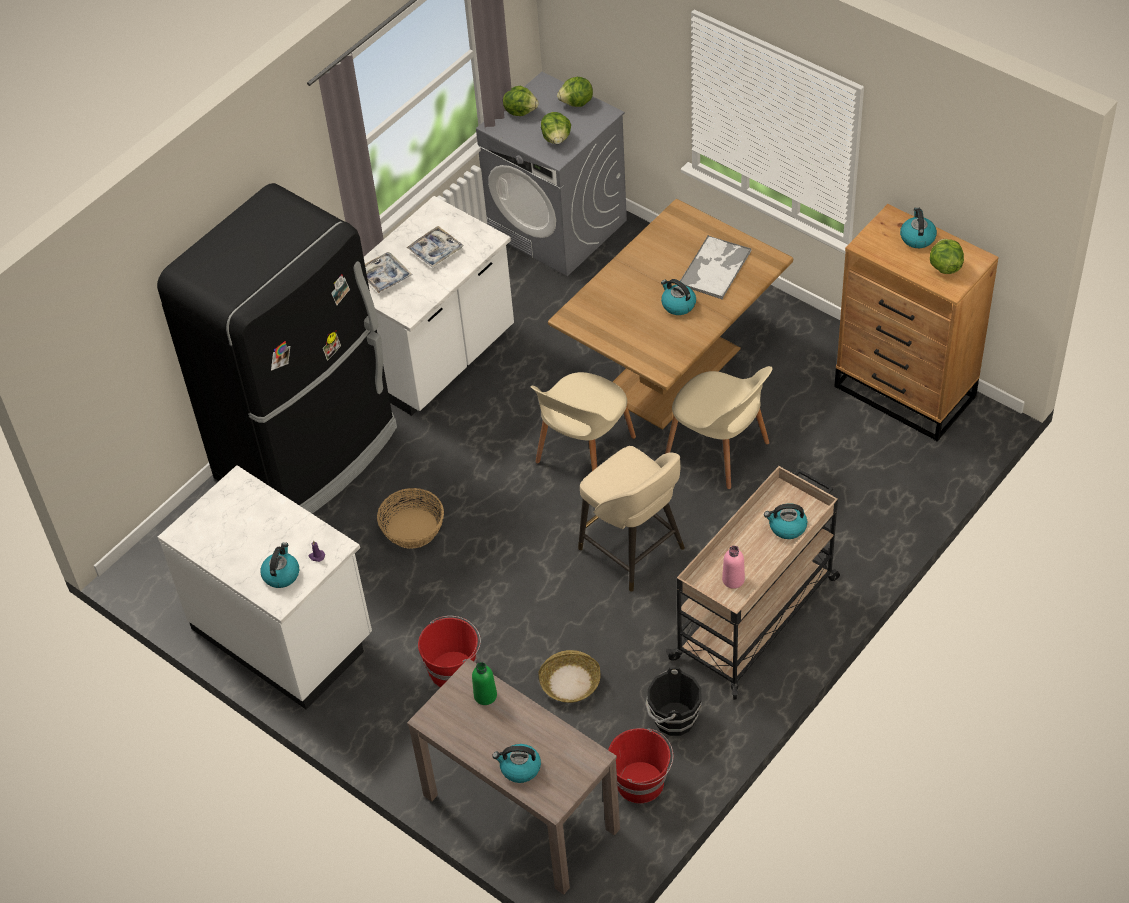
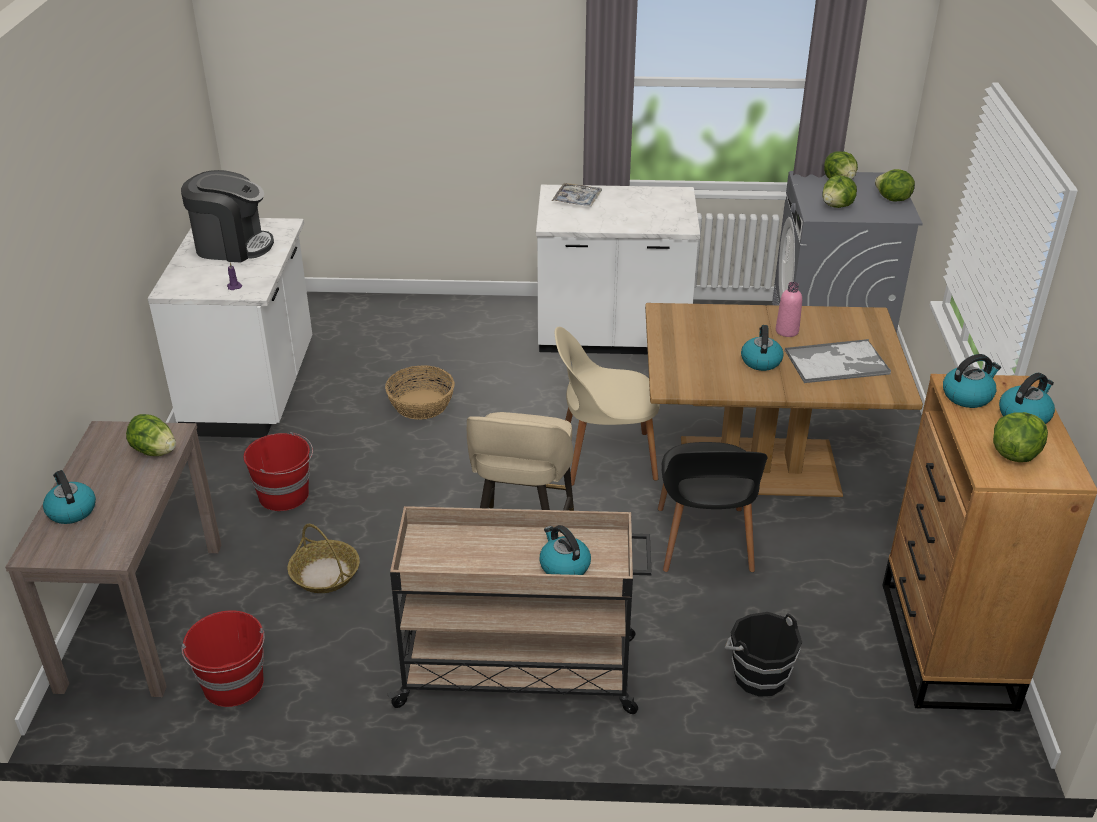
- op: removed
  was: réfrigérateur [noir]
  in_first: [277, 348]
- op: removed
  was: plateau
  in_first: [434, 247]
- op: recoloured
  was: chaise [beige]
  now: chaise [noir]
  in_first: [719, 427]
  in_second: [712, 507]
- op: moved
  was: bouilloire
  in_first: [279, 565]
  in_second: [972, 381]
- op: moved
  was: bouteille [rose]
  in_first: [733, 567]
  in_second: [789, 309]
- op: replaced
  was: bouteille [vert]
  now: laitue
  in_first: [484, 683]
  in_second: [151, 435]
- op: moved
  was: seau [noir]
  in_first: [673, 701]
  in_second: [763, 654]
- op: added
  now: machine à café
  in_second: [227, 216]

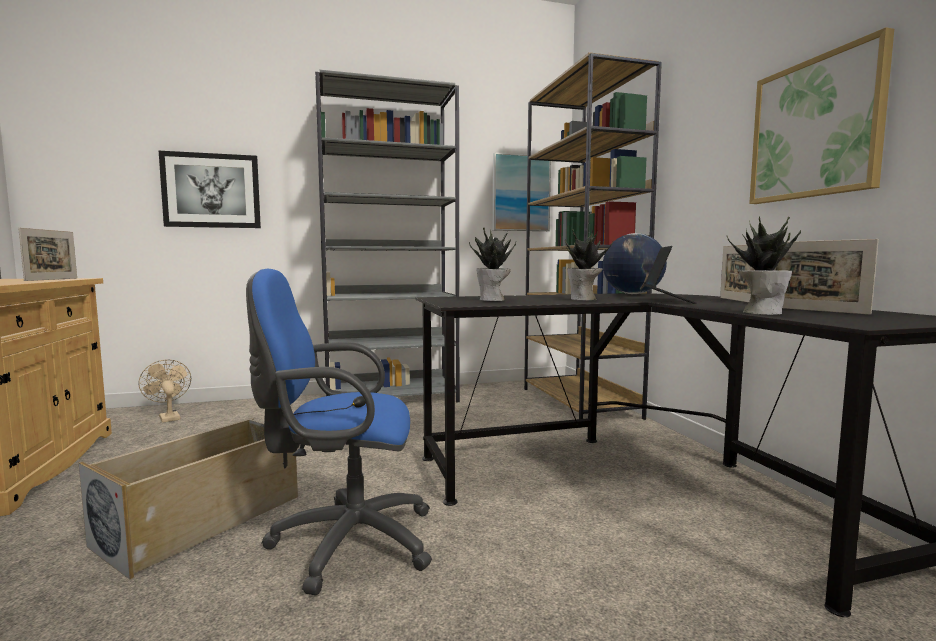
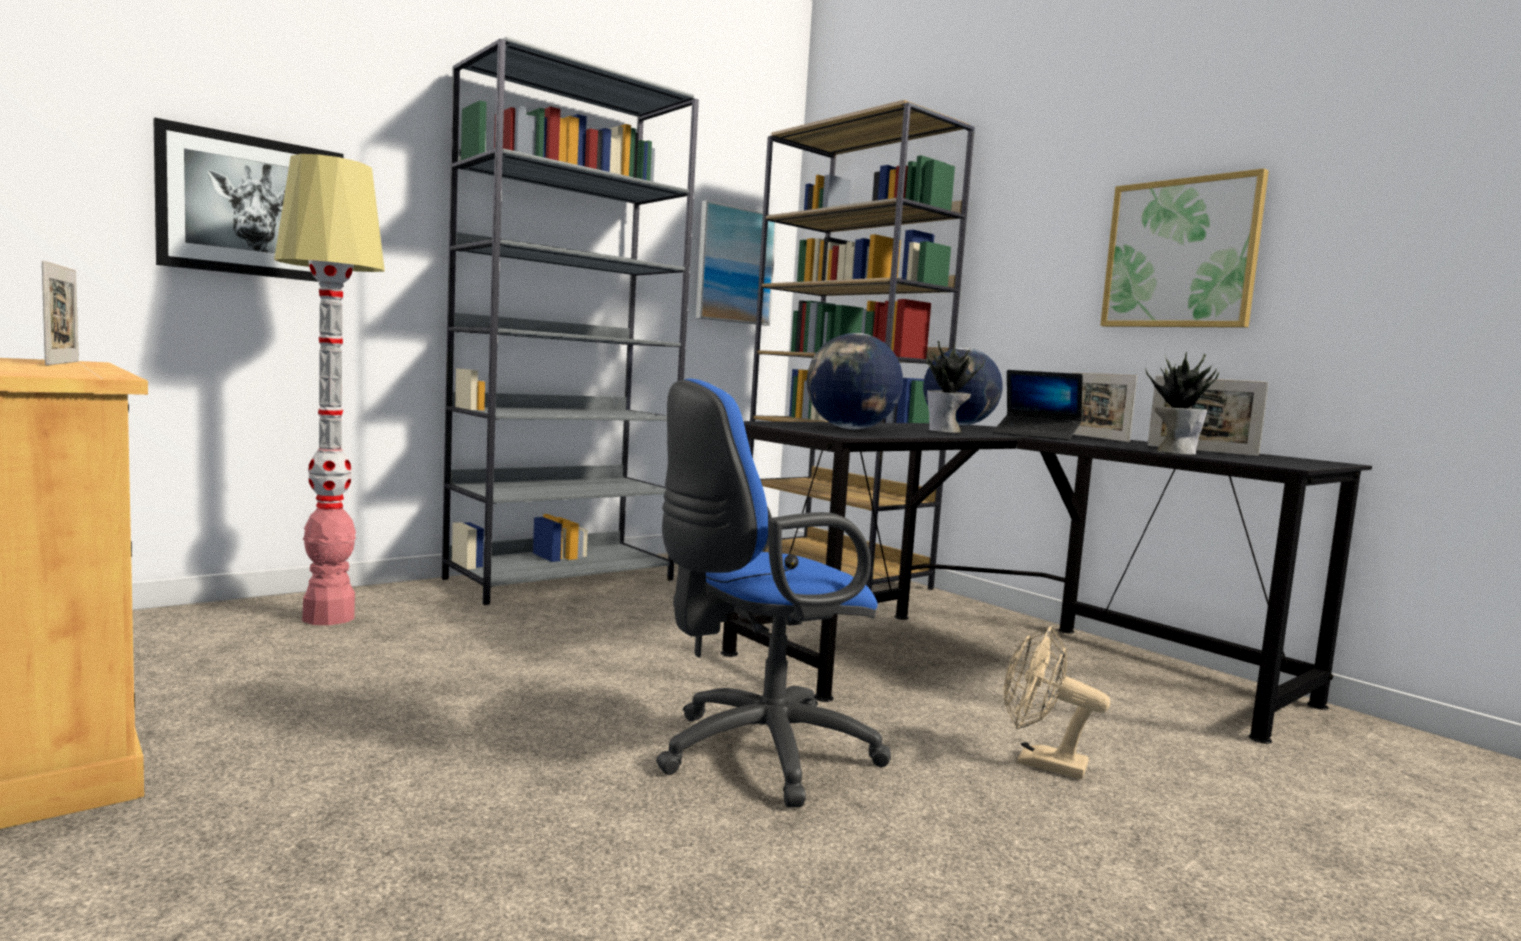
- op: replaced
  was: plante en pot
  now: globe
  in_first: [492, 264]
  in_second: [855, 381]
- op: turned
  was: ordinateur portable
  in_first: [670, 275]
  in_second: [1038, 405]
  clockwise: 135
- op: moved
  was: ventilateur [beige]
  in_first: [164, 391]
  in_second: [1057, 702]
- op: removed
  was: boîte de rangement [beige]
  in_first: [188, 498]
- op: added
  now: lampadaire
  in_second: [329, 389]

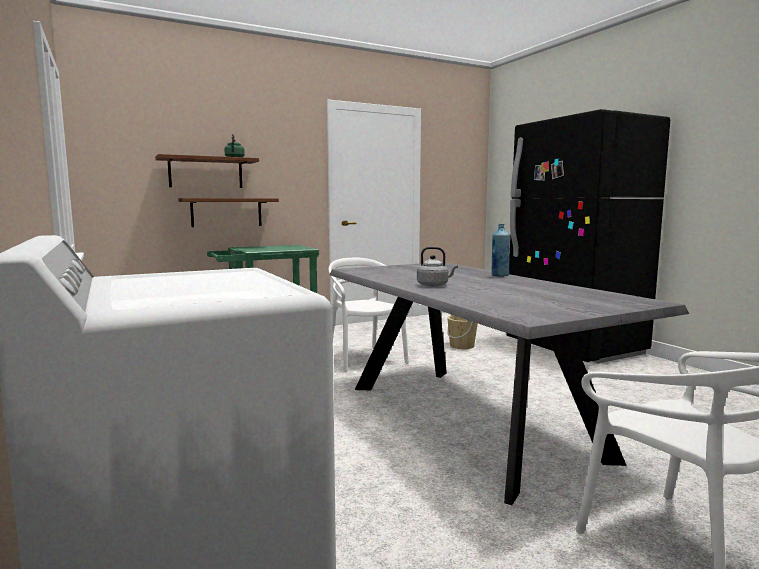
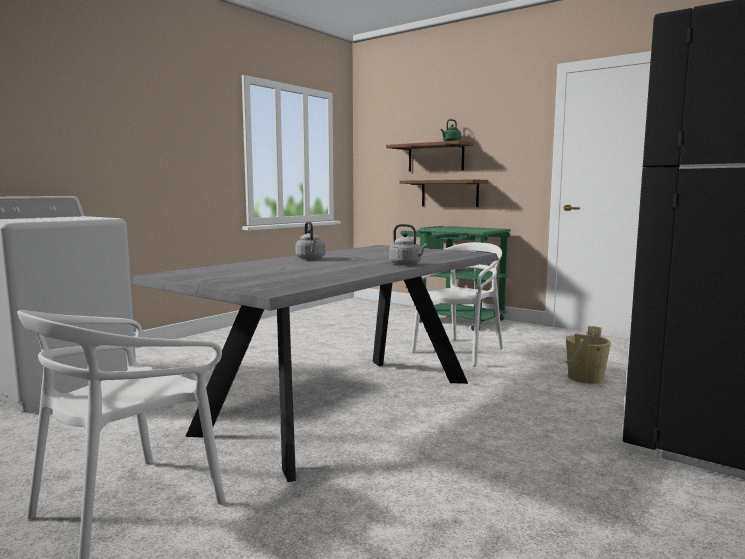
- op: replaced
  was: bouteille [bleu]
  now: bouilloire [gris]
  in_first: [501, 250]
  in_second: [408, 244]

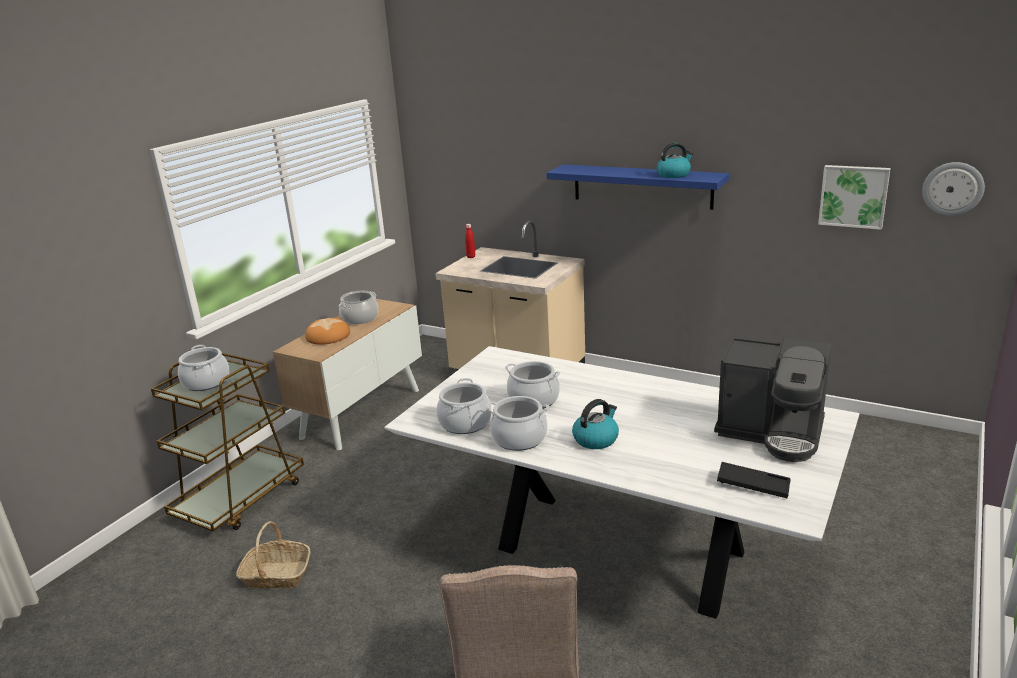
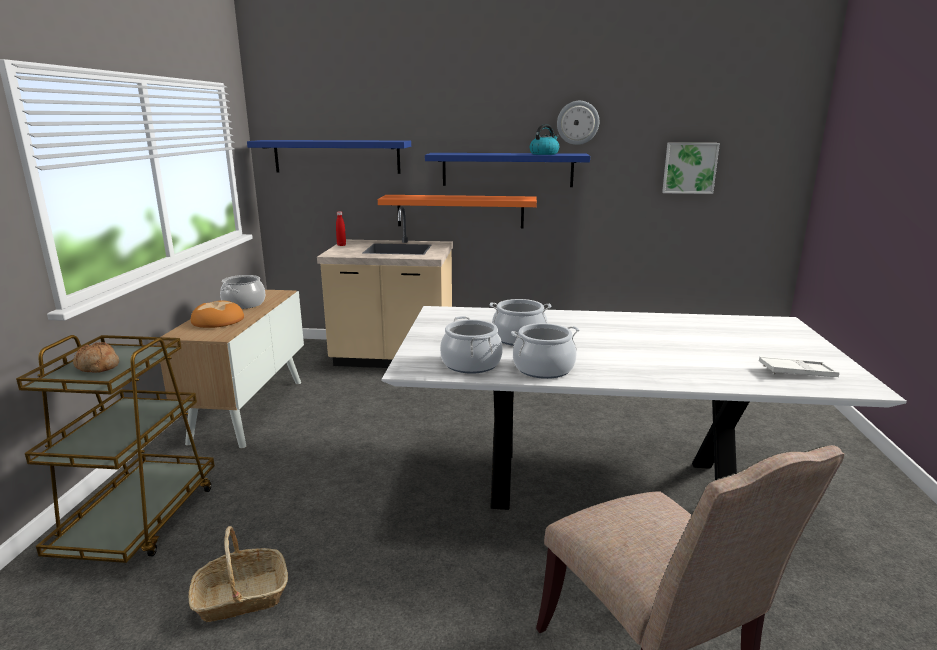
- op: moved
  was: horloge murale
  in_first: [953, 189]
  in_second: [578, 123]
- op: removed
  was: machine à café
  in_first: [773, 399]
- op: replaced
  was: marmite
  now: pain
  in_first: [203, 368]
  in_second: [96, 357]
- op: removed
  was: bouilloire
  in_first: [595, 424]
- op: recoloured
  was: plateau [noir]
  now: plateau [blanc]
  in_first: [754, 480]
  in_second: [799, 366]
- op: added
  now: étagère [bleu]
  in_second: [329, 157]
- op: added
  now: étagère [orange]
  in_second: [457, 211]

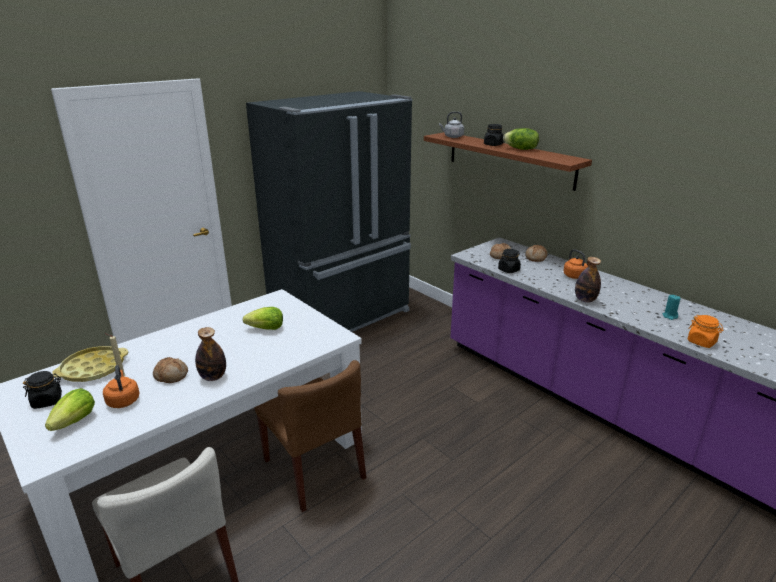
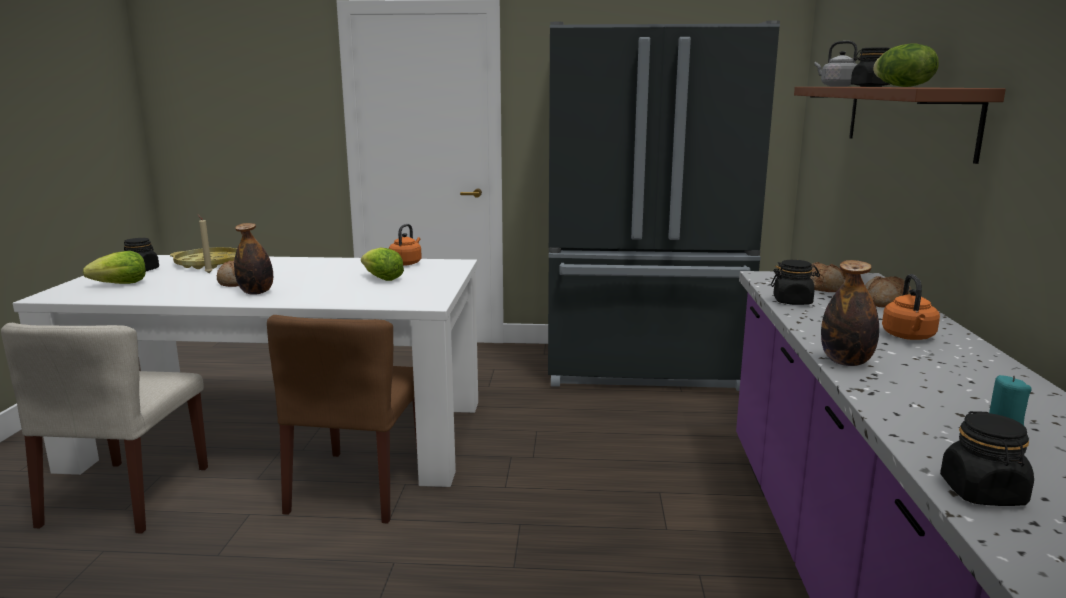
- op: recoloured
  was: bocal [orange]
  now: bocal [noir]
  in_first: [705, 331]
  in_second: [987, 458]
- op: moved
  was: bouilloire [orange]
  in_first: [121, 386]
  in_second: [405, 244]

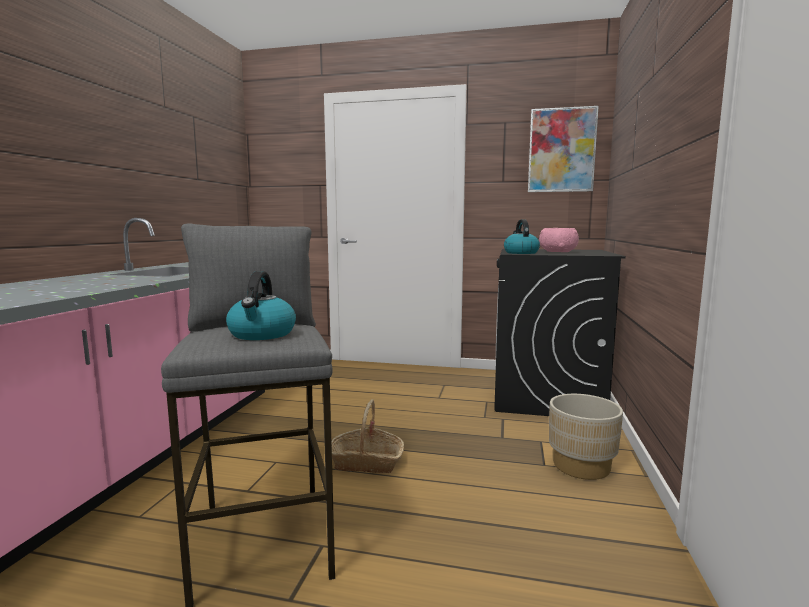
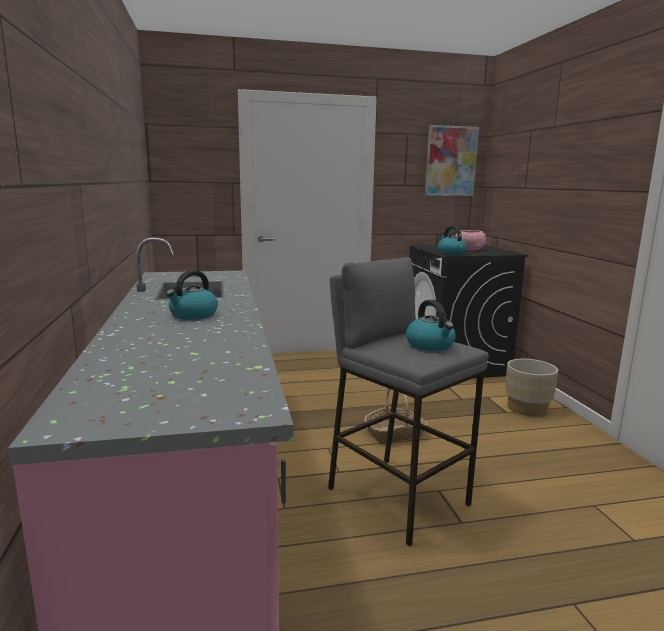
- op: added
  now: bouilloire
  in_second: [192, 295]

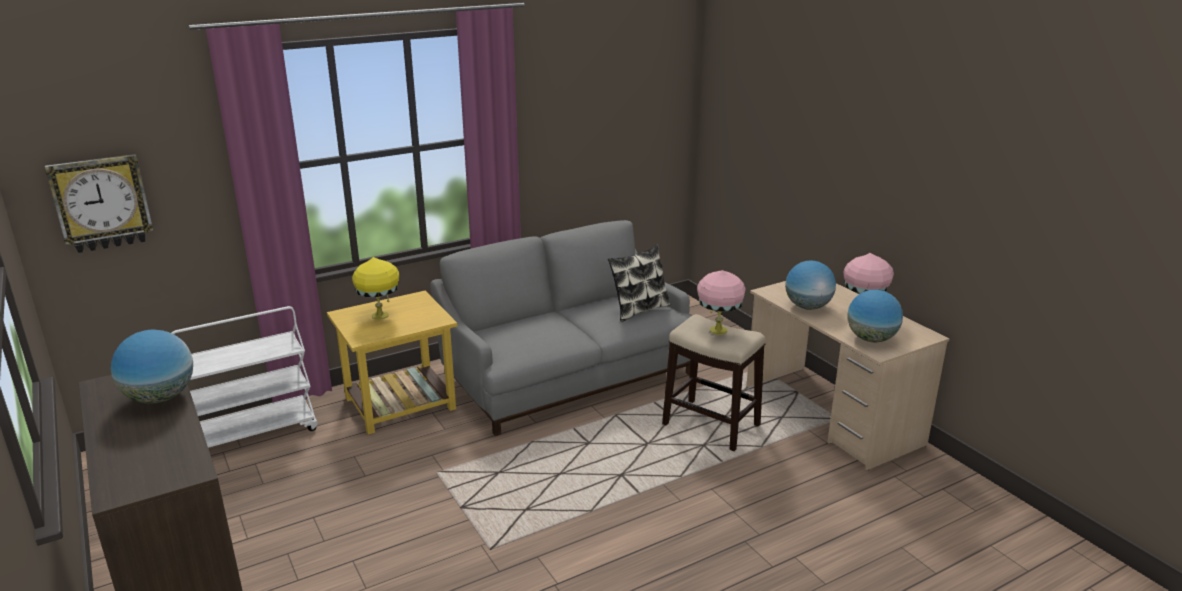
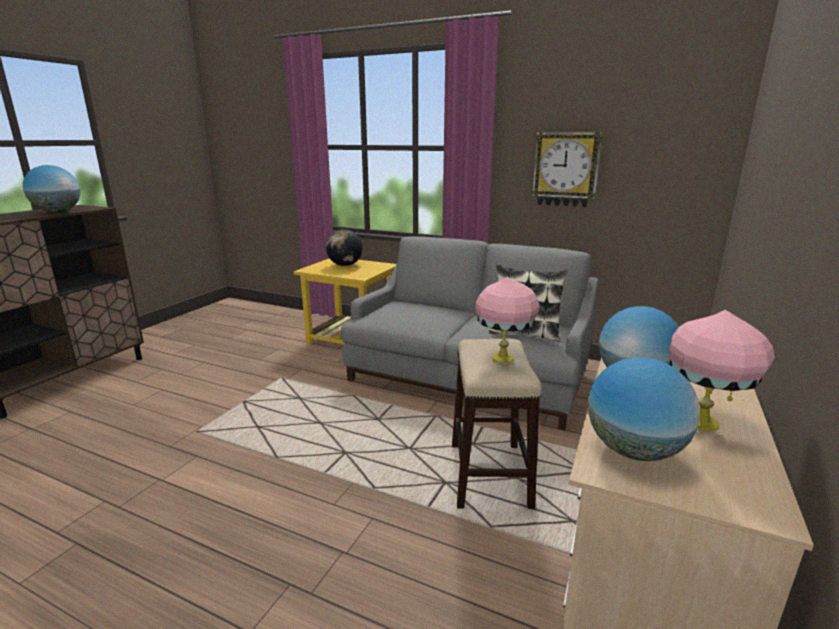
- op: moved
  was: horloge murale
  in_first: [99, 203]
  in_second: [567, 169]
- op: replaced
  was: lampe de table [jaune]
  now: globe
  in_first: [375, 288]
  in_second: [344, 247]
- op: removed
  was: chariot [blanc]
  in_first: [245, 377]

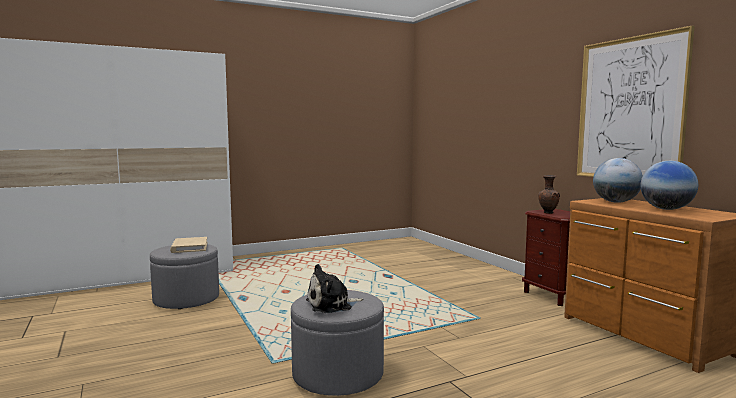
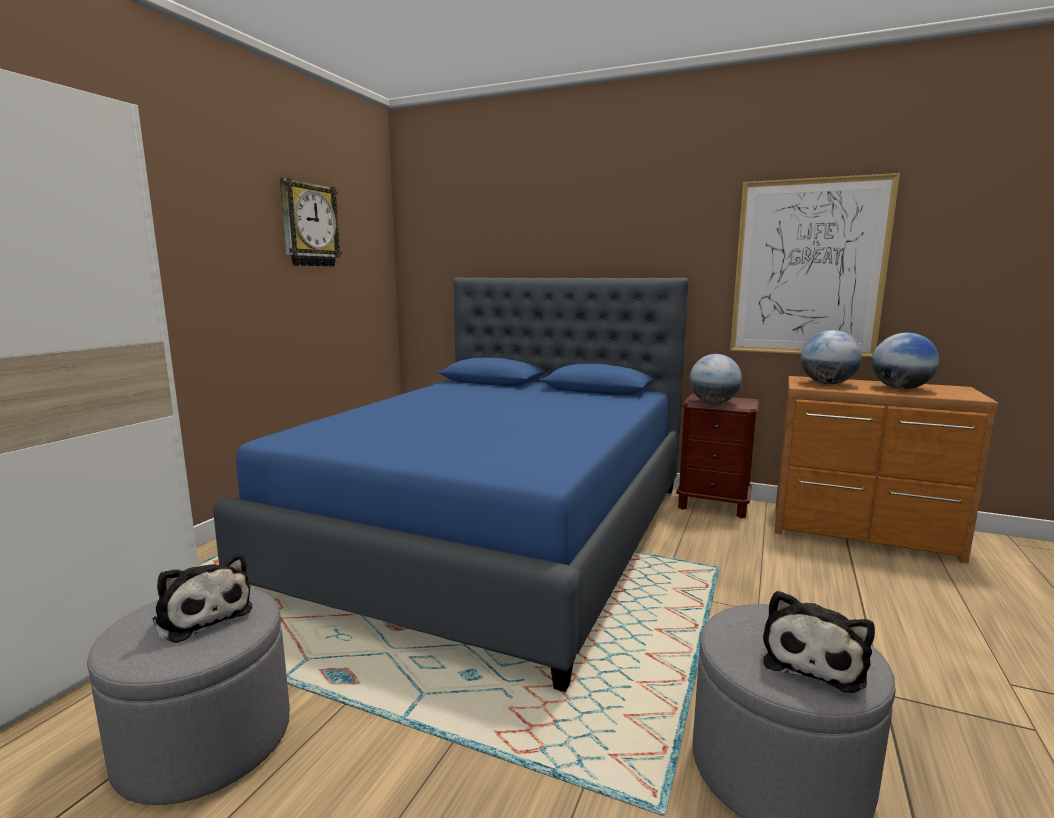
- op: replaced
  was: vase [marron]
  now: globe
  in_first: [549, 194]
  in_second: [715, 379]
- op: replaced
  was: livre [beige]
  now: peluche
  in_first: [188, 245]
  in_second: [203, 598]
- op: added
  now: horloge murale
  in_second: [310, 222]
- op: added
  now: lit [bleu]
  in_second: [451, 484]

